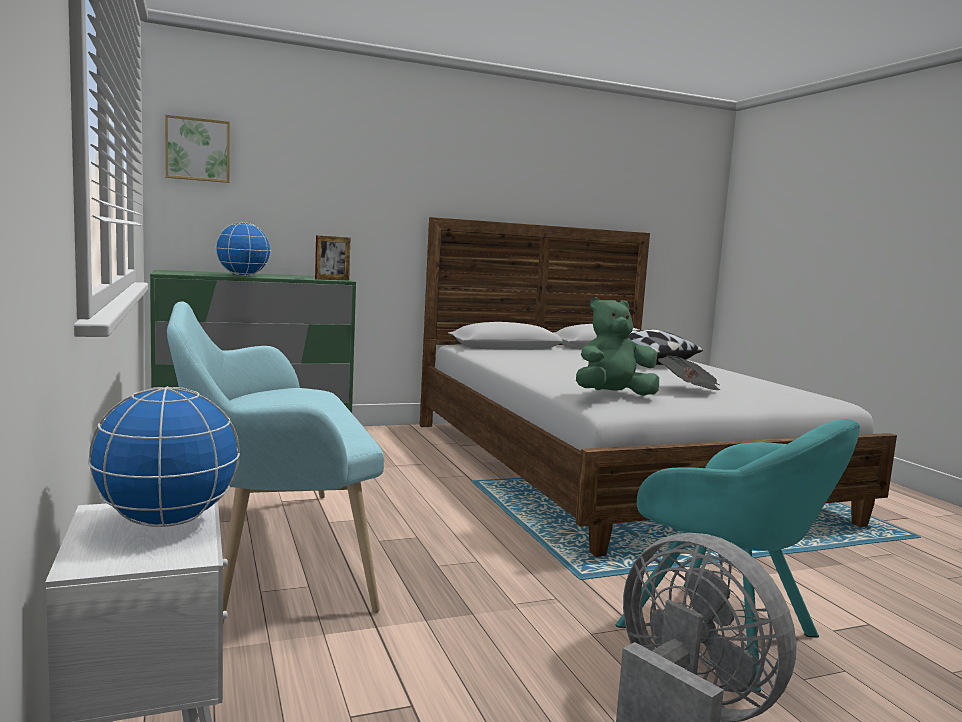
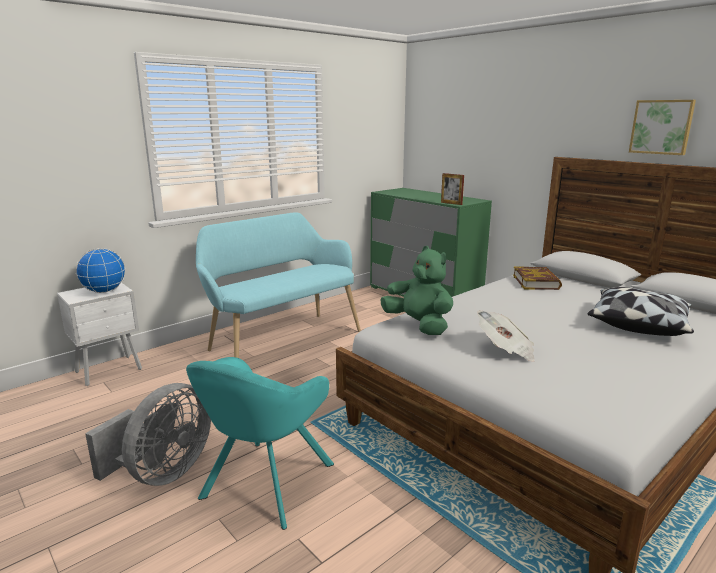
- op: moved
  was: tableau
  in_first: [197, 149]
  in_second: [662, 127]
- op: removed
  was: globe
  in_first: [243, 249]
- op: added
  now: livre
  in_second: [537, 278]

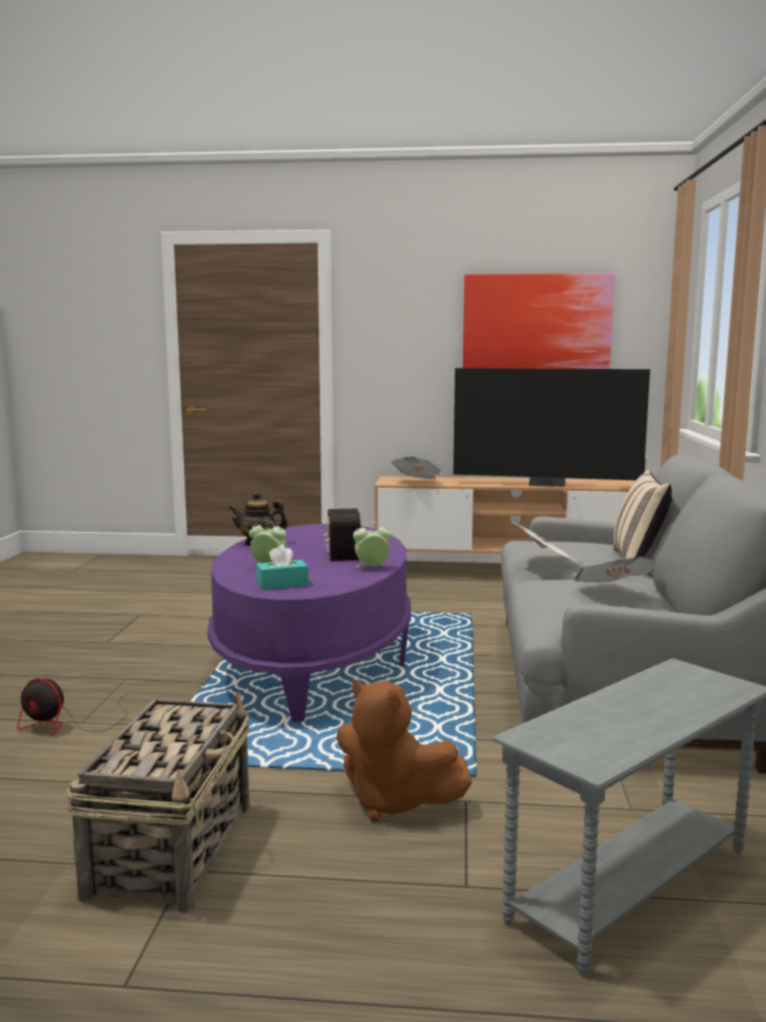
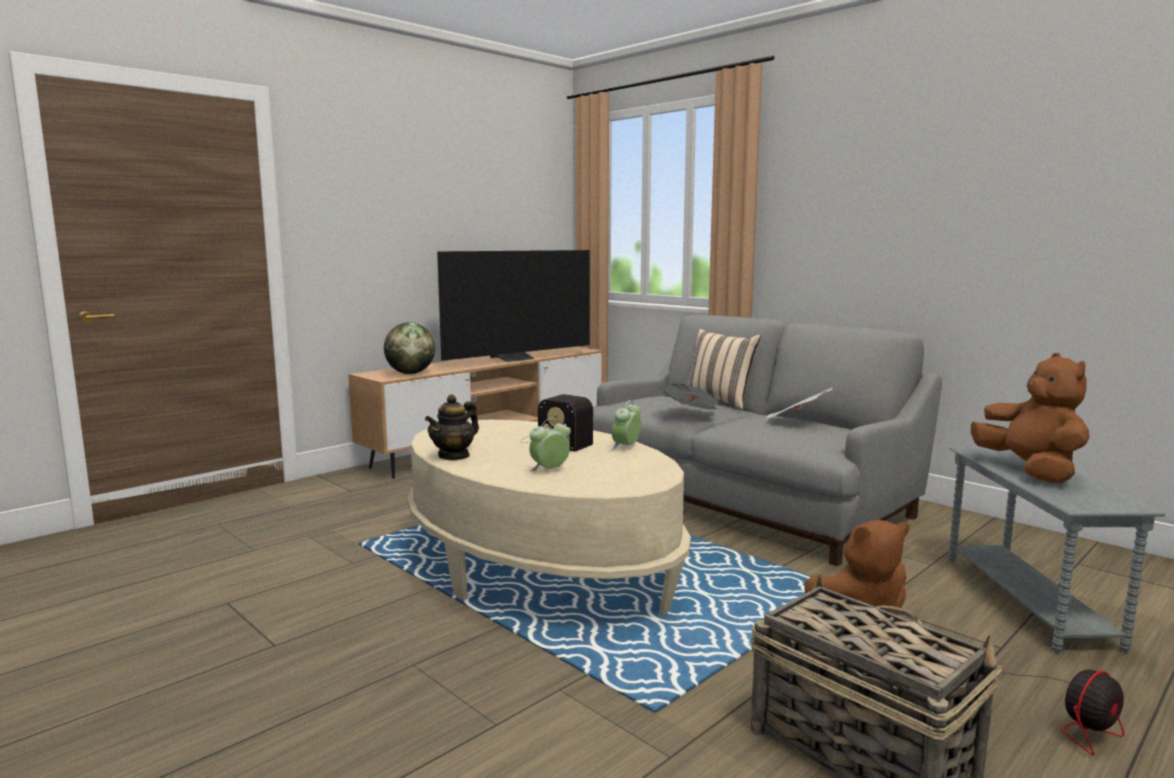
- op: removed
  was: tableau
  in_first: [539, 321]
- op: replaced
  was: journal
  now: globe
  in_first: [416, 468]
  in_second: [409, 348]
- op: recoloured
  was: table basse [violet]
  now: table basse [beige]
  in_first: [309, 623]
  in_second: [549, 518]
- op: removed
  was: boîte à mouchoirs [turquoise]
  in_first: [282, 567]
- op: moved
  was: ventilateur
  in_first: [72, 707]
  in_second: [1063, 713]
- op: added
  now: peluche [marron]
  in_second: [1030, 418]

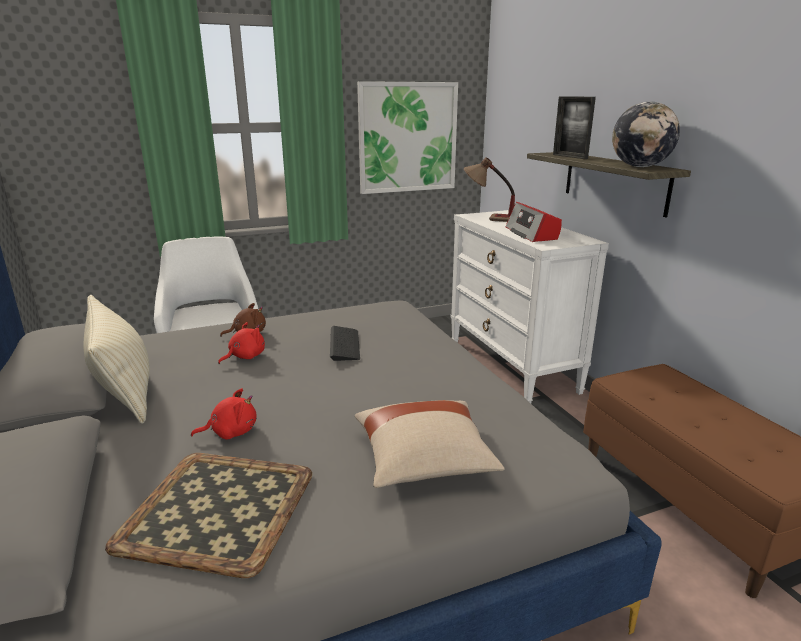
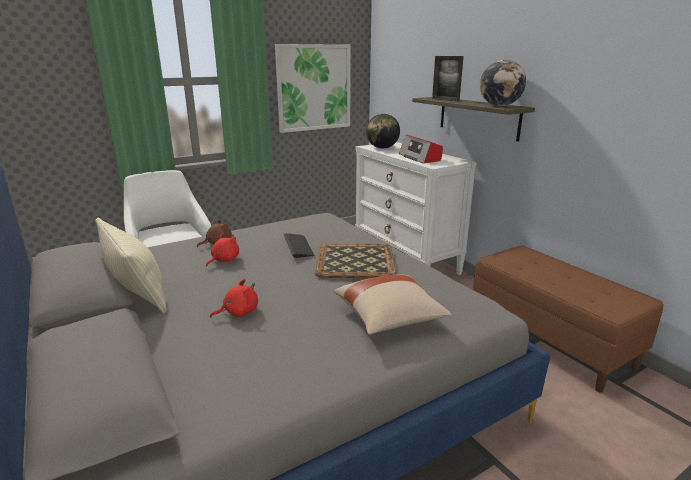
- op: replaced
  was: lampe de table
  now: globe
  in_first: [489, 189]
  in_second: [383, 131]
- op: moved
  was: plateau
  in_first: [209, 515]
  in_second: [355, 260]

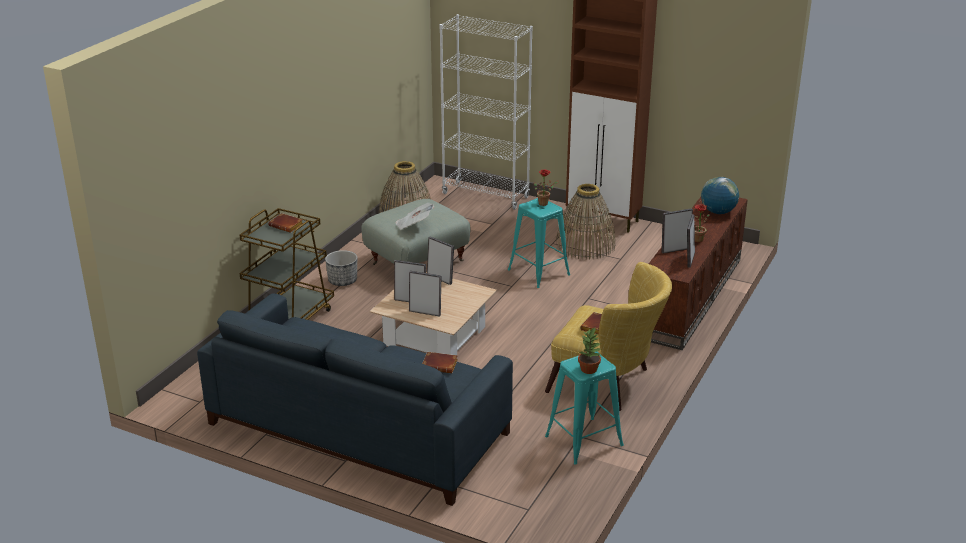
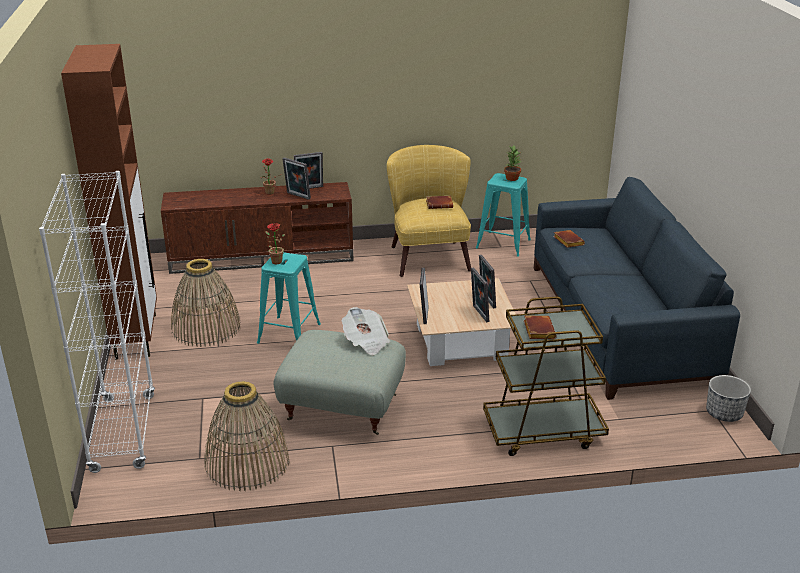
- op: removed
  was: globe
  in_first: [720, 195]
- op: moved
  was: cache-pot
  in_first: [341, 268]
  in_second: [728, 398]

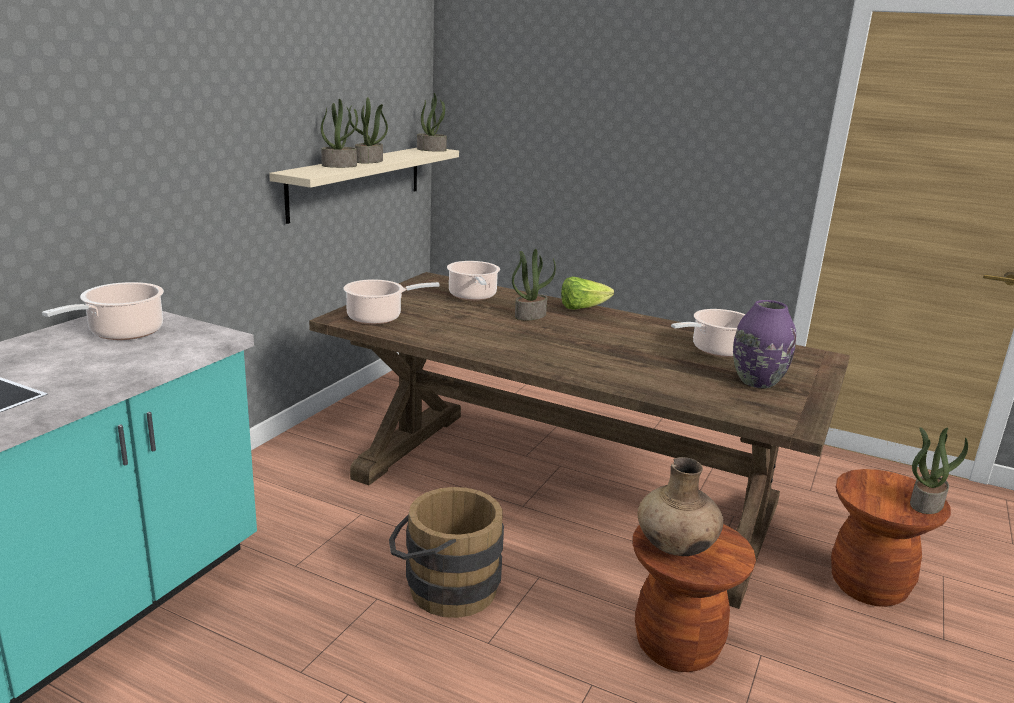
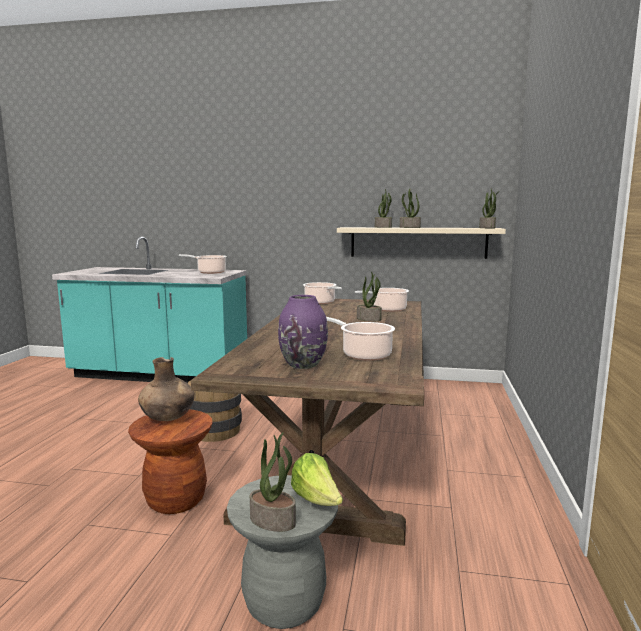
- op: moved
  was: laitue
  in_first: [587, 293]
  in_second: [317, 479]
- op: recoloured
  was: tabouret [marron]
  now: tabouret [gris]
  in_first: [891, 538]
  in_second: [282, 552]

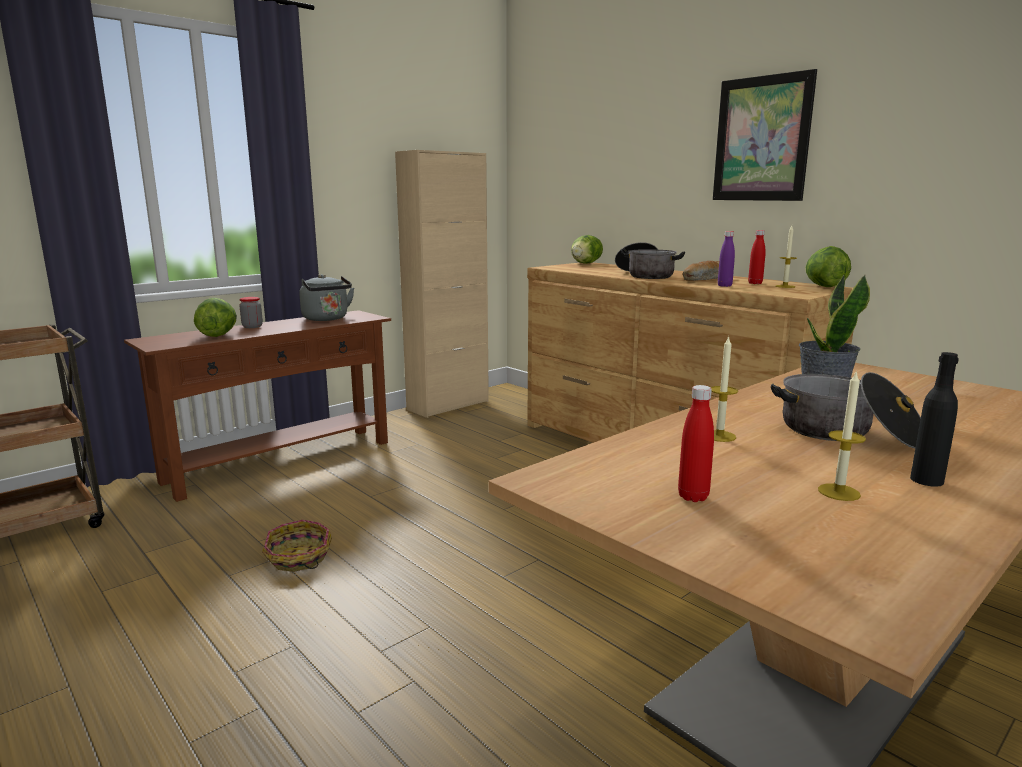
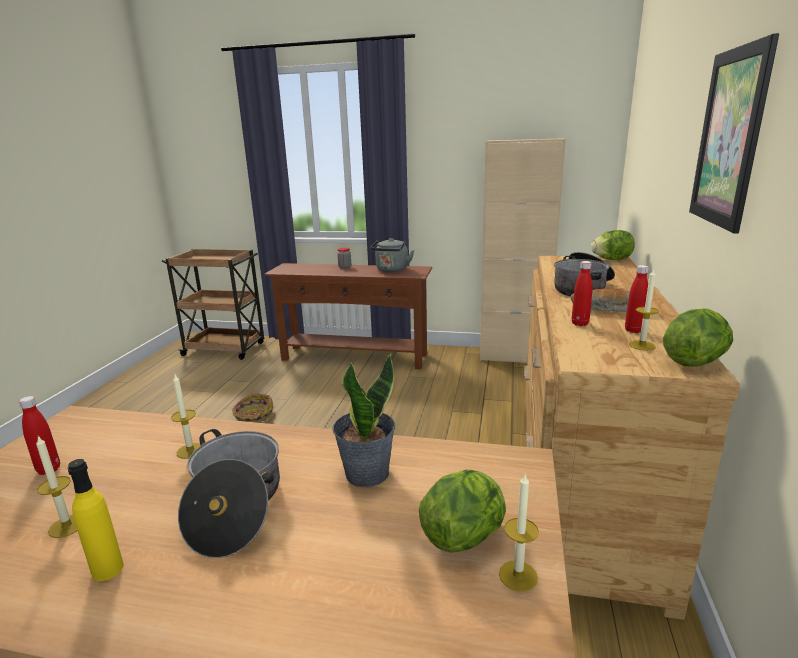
- op: recoloured
  was: bouteille [violet]
  now: bouteille [rouge]
  in_first: [726, 259]
  in_second: [582, 293]
- op: moved
  was: laitue
  in_first: [215, 317]
  in_second: [462, 510]
- op: recoloured
  was: bouteille [noir]
  now: bouteille [jaune]
  in_first: [934, 419]
  in_second: [96, 520]
- op: added
  now: bougie
  in_second: [519, 533]

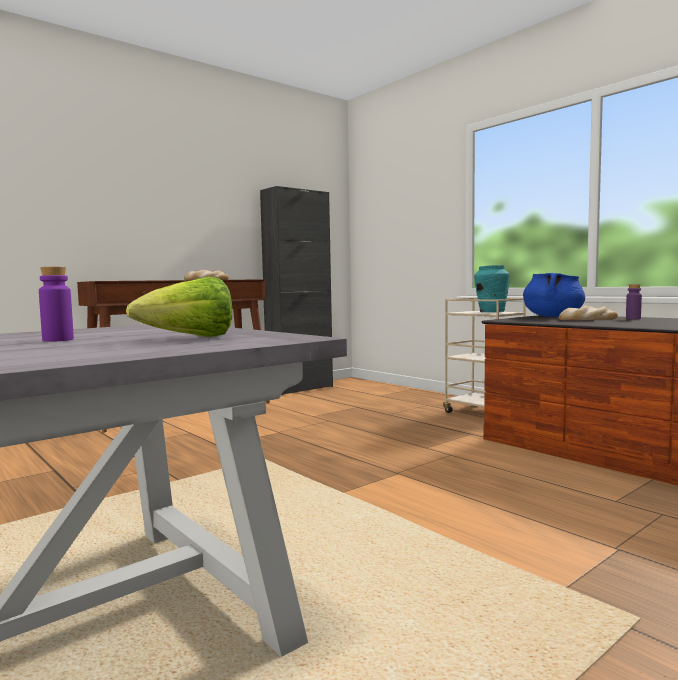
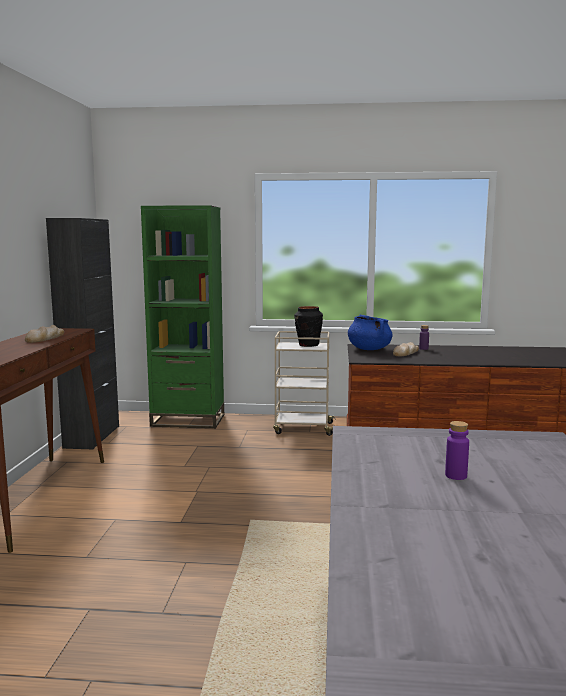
- op: recoloured
  was: vase [turquoise]
  now: vase [noir]
  in_first: [492, 288]
  in_second: [308, 326]
- op: removed
  was: laitue
  in_first: [179, 306]
- op: added
  now: bibliothèque [vert]
  in_second: [182, 317]

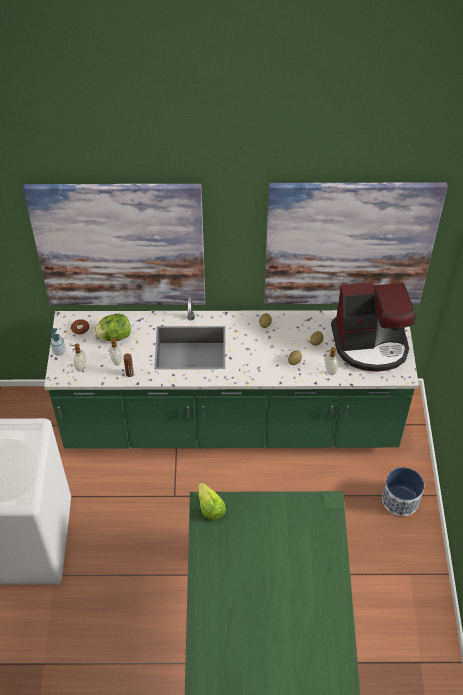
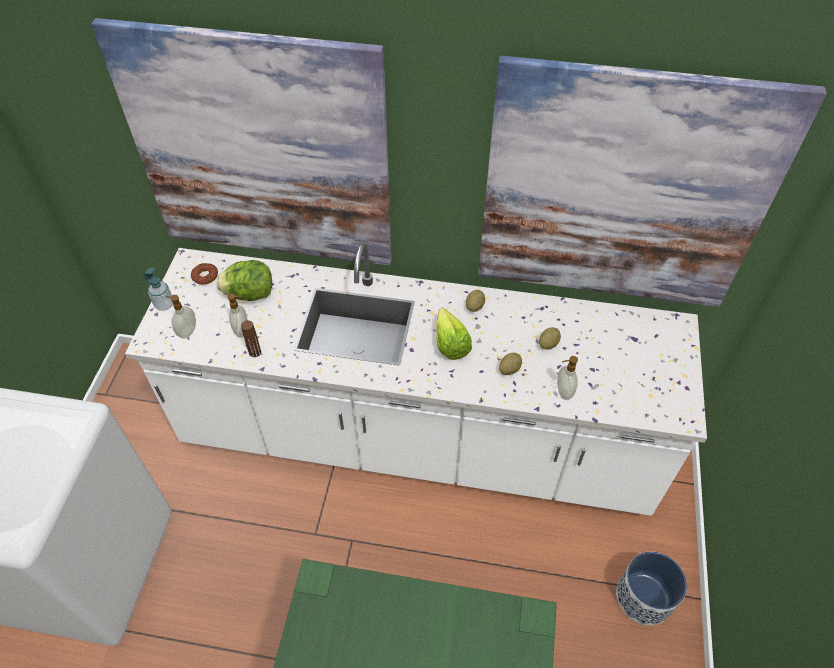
- op: removed
  was: machine à café
  in_first: [373, 327]
- op: recoloured
  was: comptoir de cuisine [vert]
  now: comptoir de cuisine [blanc]
  in_first: [231, 371]
  in_second: [416, 379]
- op: moved
  was: laitue
  in_first: [212, 501]
  in_second: [454, 334]

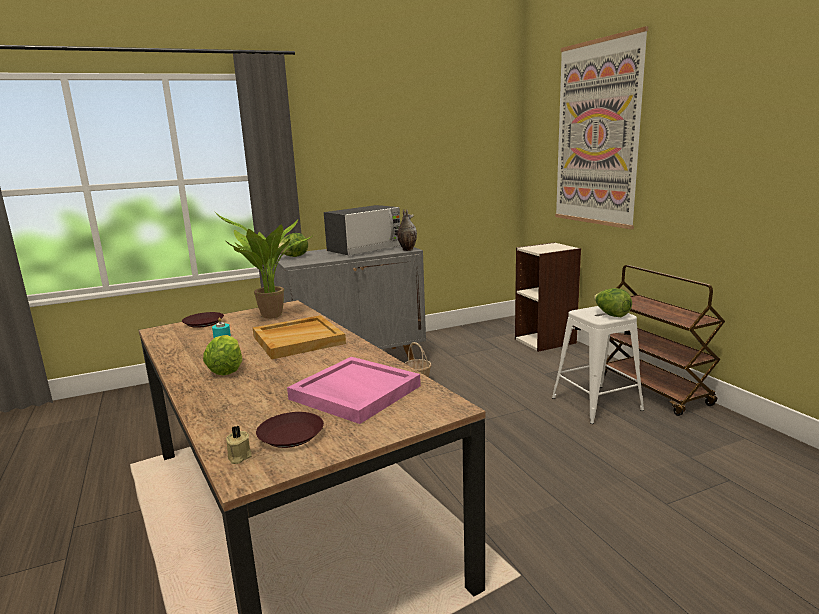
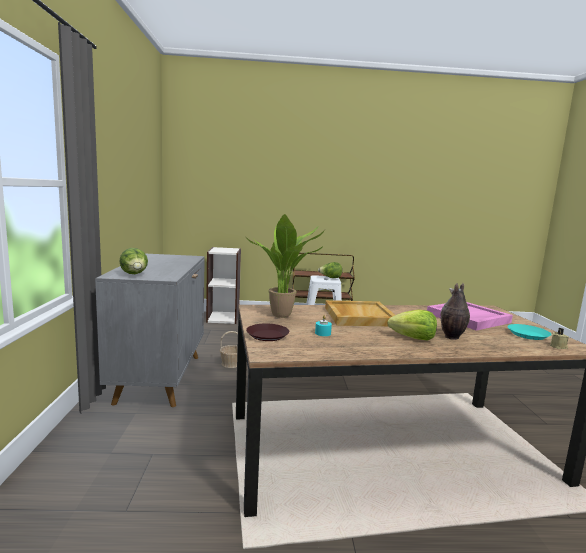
- op: removed
  was: tableau
  in_first: [601, 127]
- op: removed
  was: micro-ondes
  in_first: [362, 230]
- op: moved
  was: vase
  in_first: [407, 230]
  in_second: [455, 311]
- op: recoloured
  was: assiette [marron]
  now: assiette [turquoise]
  in_first: [290, 430]
  in_second: [529, 332]

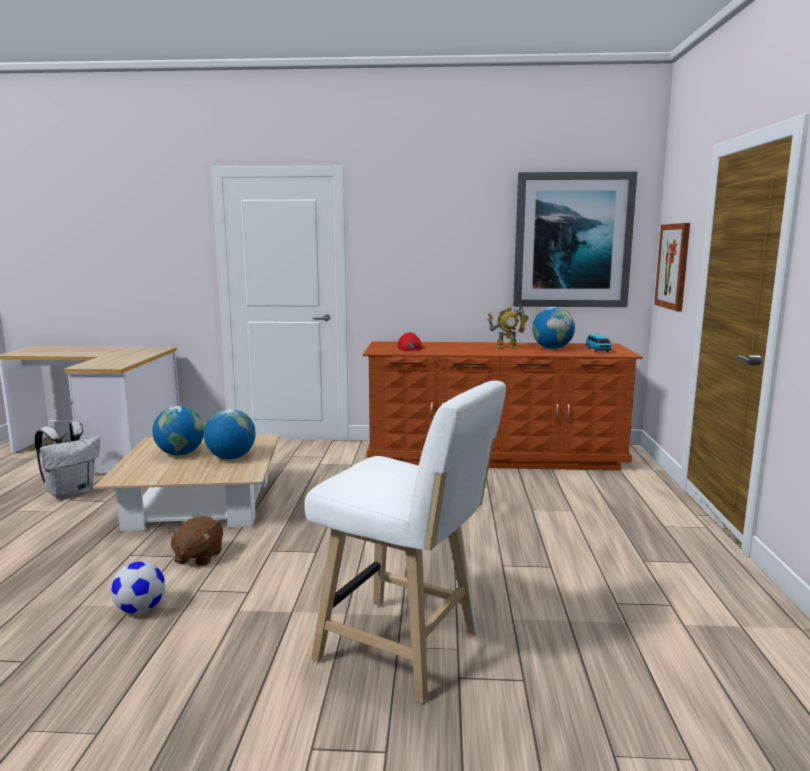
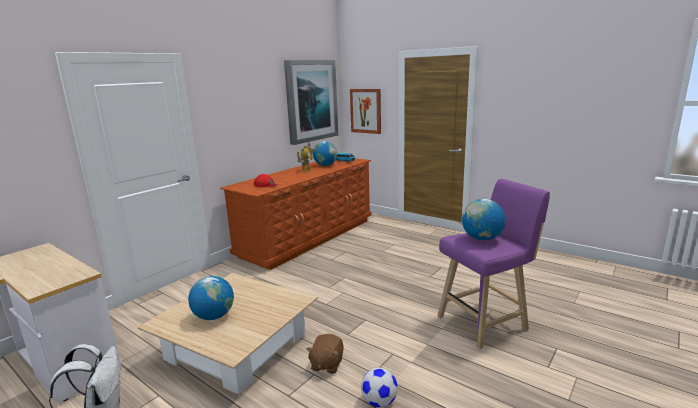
- op: recoloured
  was: tabouret [blanc]
  now: tabouret [violet]
  in_first: [405, 541]
  in_second: [493, 264]
- op: moved
  was: globe
  in_first: [230, 434]
  in_second: [484, 219]
- op: turned
  was: peluche [marron]
  in_first: [195, 541]
  in_second: [325, 354]
  clockwise: 60

